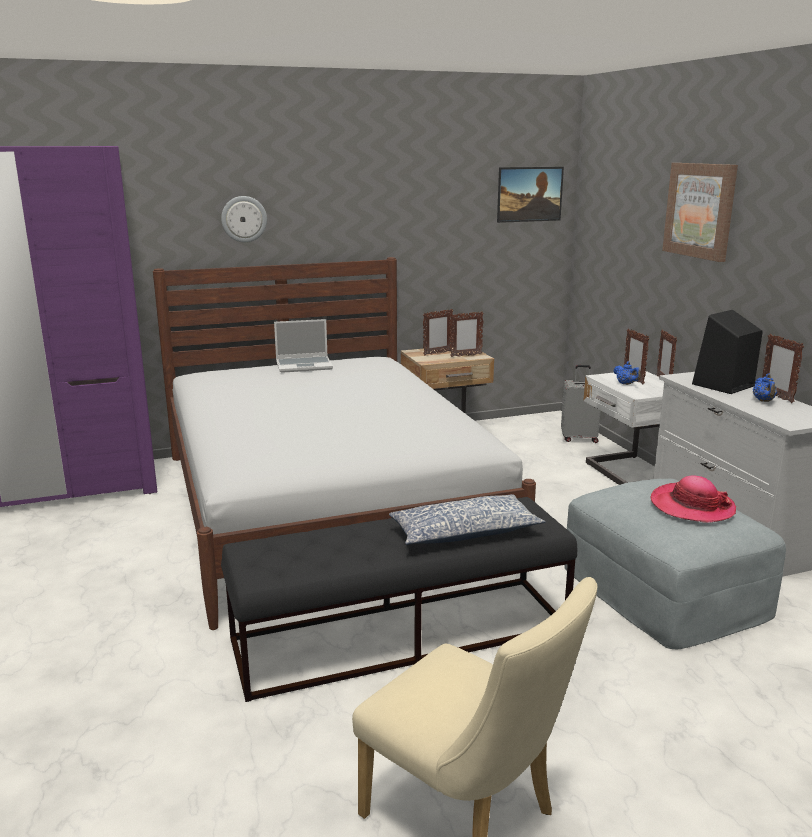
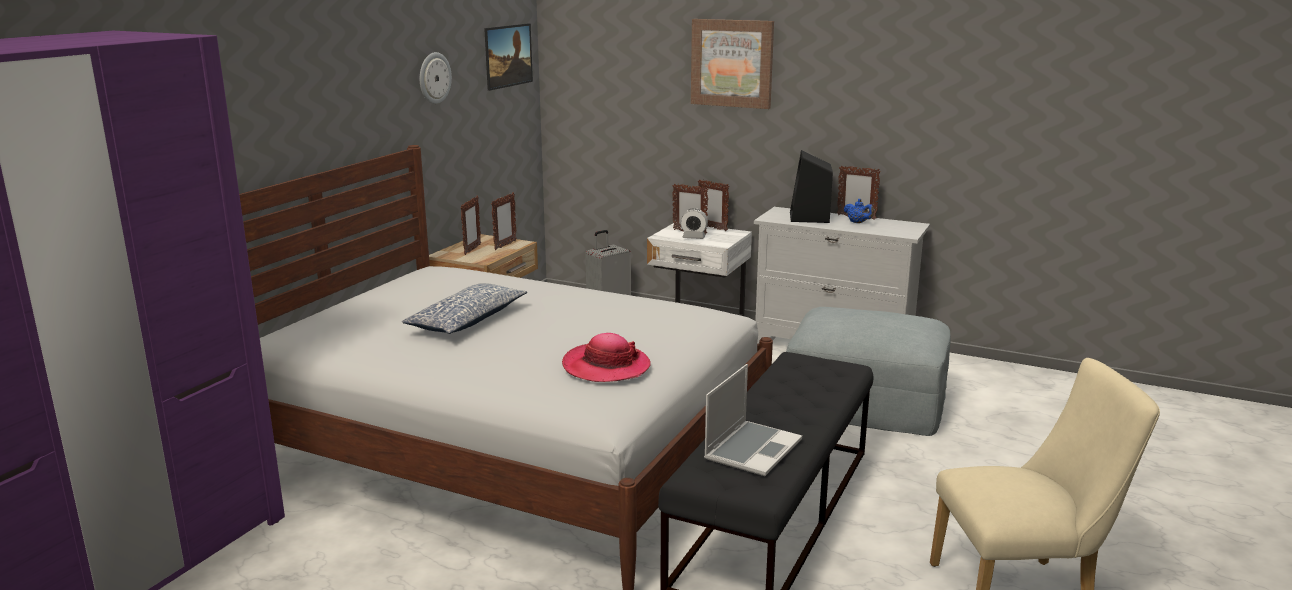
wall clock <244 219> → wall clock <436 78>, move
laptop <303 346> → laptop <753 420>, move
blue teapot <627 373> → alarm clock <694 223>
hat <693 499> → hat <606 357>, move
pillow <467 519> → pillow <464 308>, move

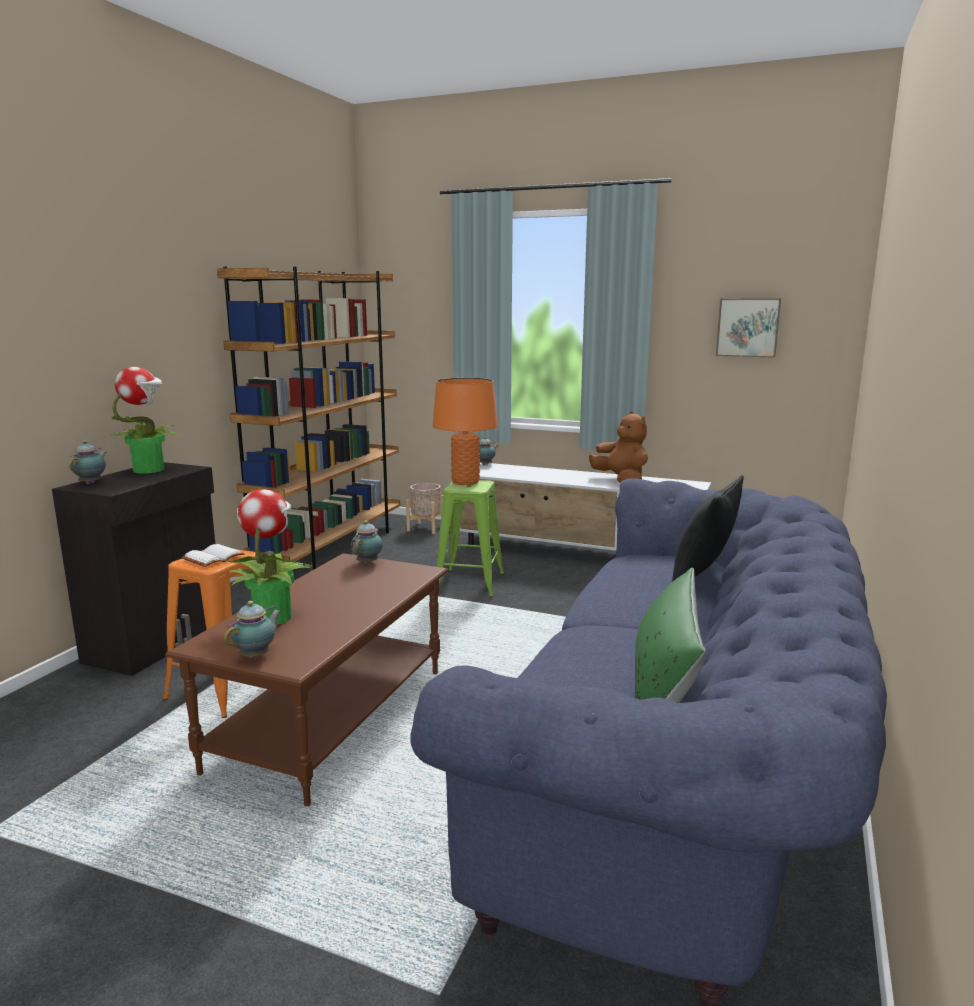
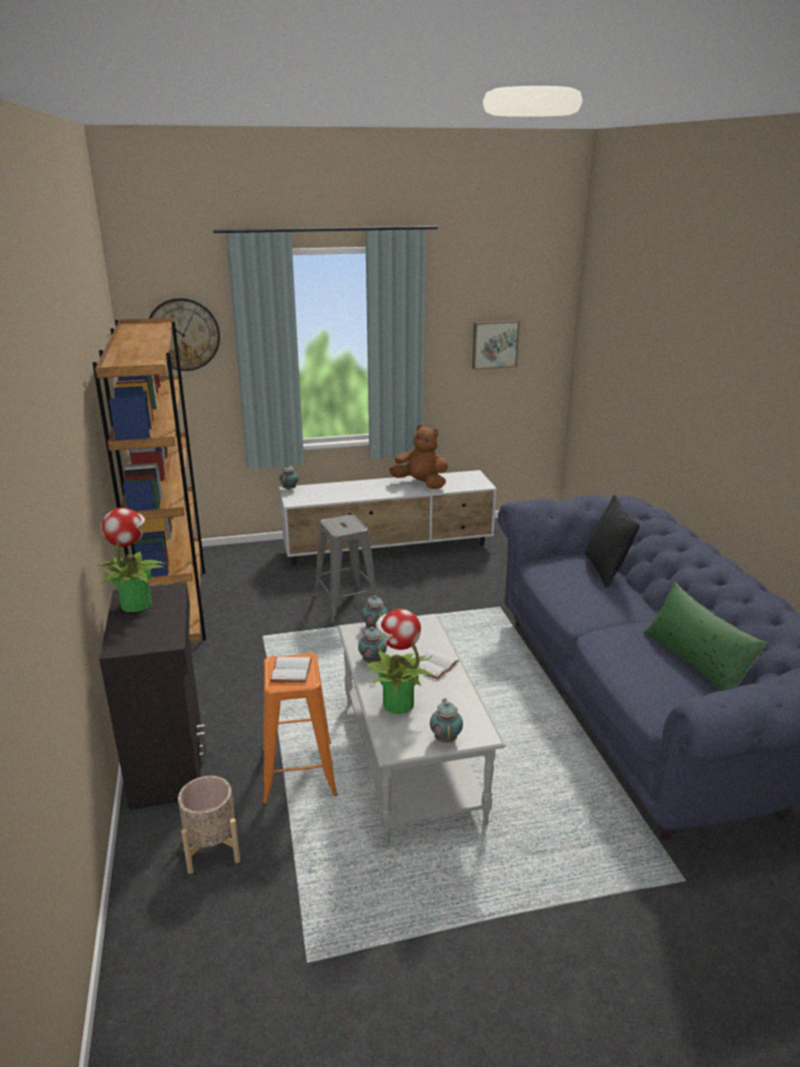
orange table lamp <465 431> → -
teapot <87 462> → teapot <372 645>, move
green stool <470 539> → grey stool <345 569>
beige planter <424 508> → beige planter <209 825>, move
brown coffee table <306 679> → grey coffee table <421 729>
- → wall clock <184 334>
- → white book <438 664>

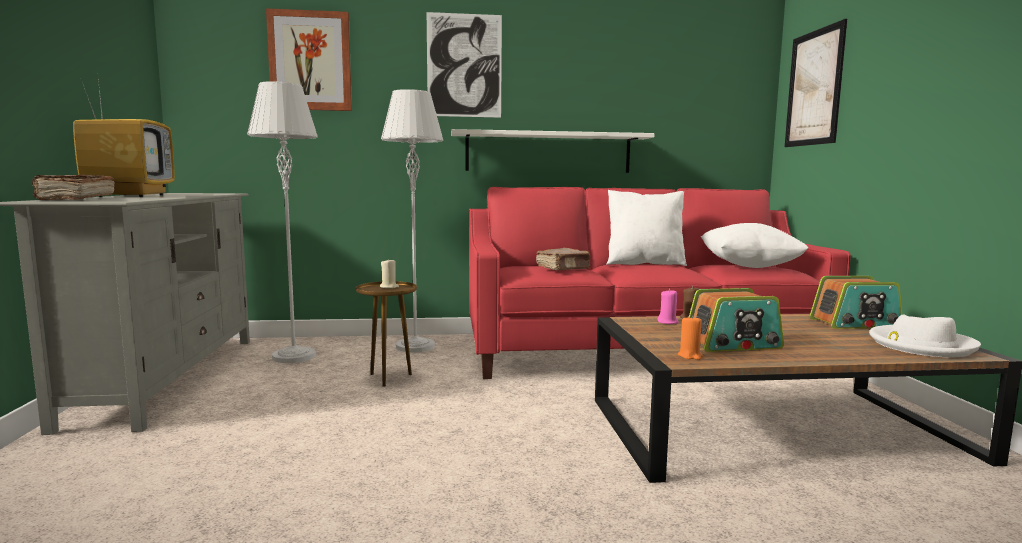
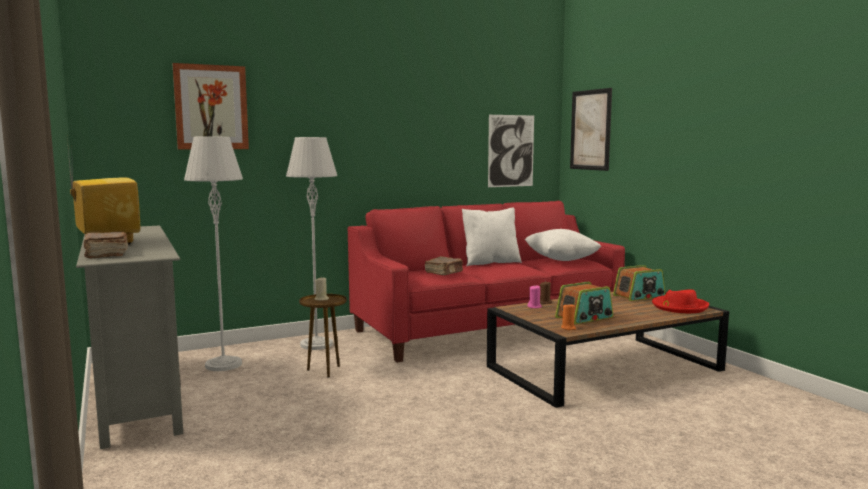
picture <464 65> → picture <511 151>, move
white shelf <553 151> → -
white hat <925 336> → red hat <680 301>

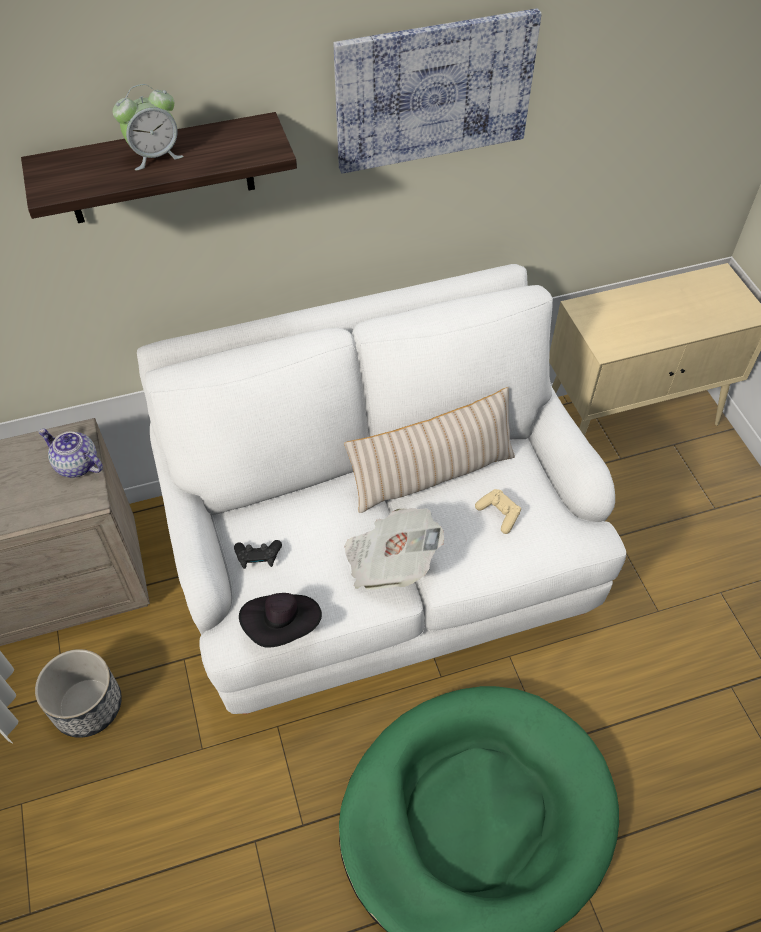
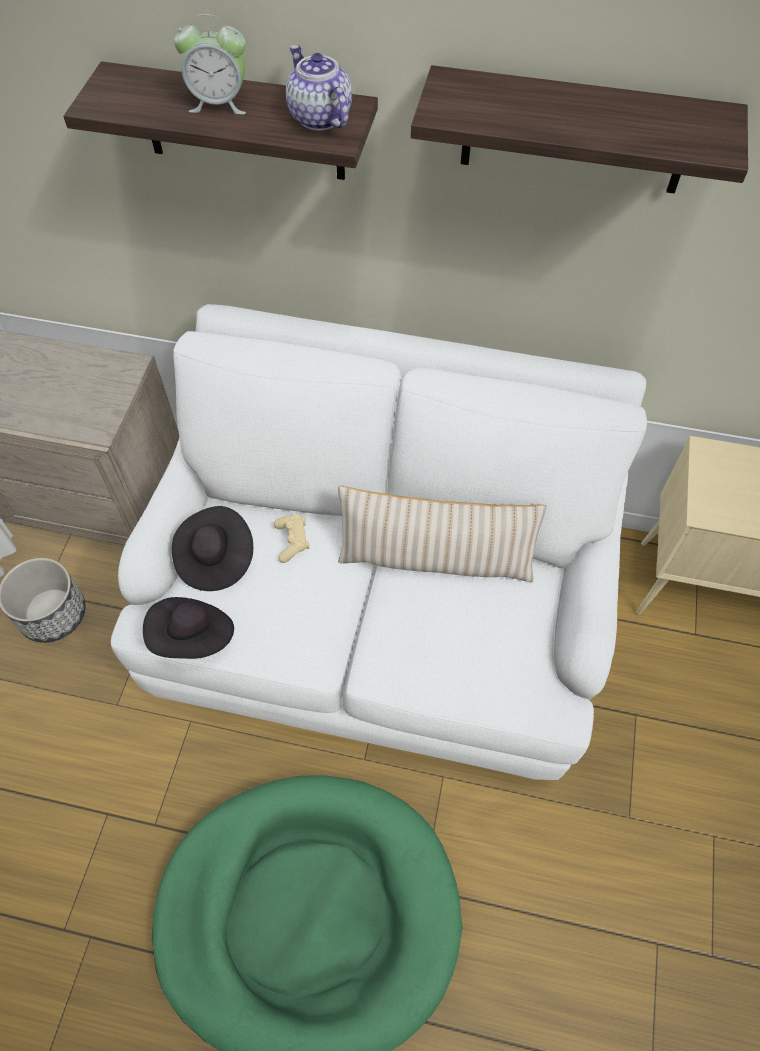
picture <437 91> → shelf <579 129>
teapot <71 453> → teapot <319 88>, move
beige game controller <498 511> → beige game controller <292 538>, move
newspaper <394 549> → -
black game controller <258 554> → black hat <212 548>

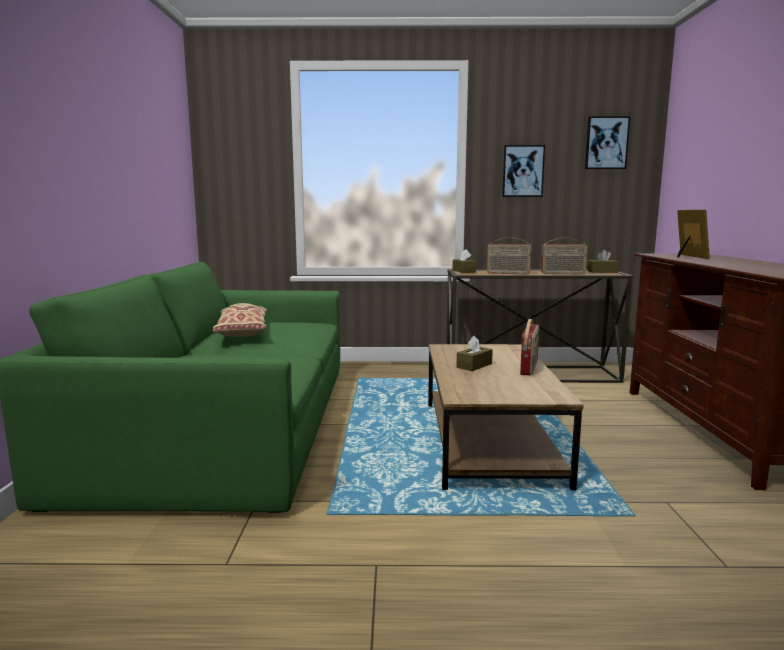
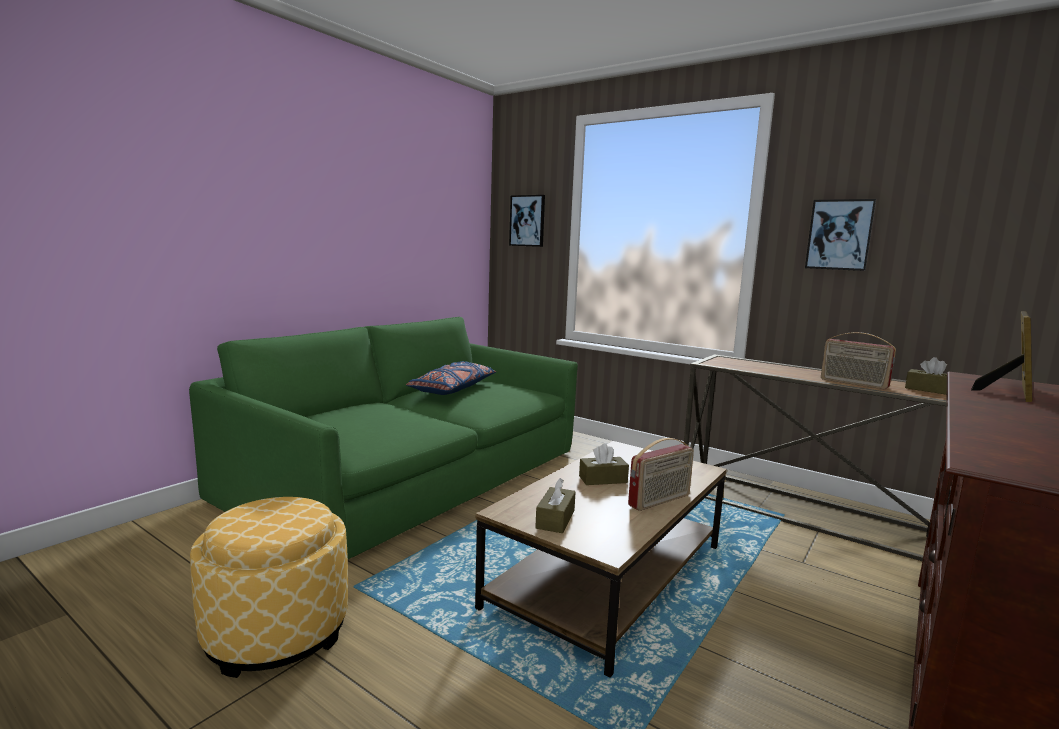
picture <607 142> → picture <527 221>, move
radio <509 255> → -
brown tissue box <464 261> → brown tissue box <555 505>, move
beige pillow <240 320> → blue pillow <451 378>
- → ottoman <269 587>

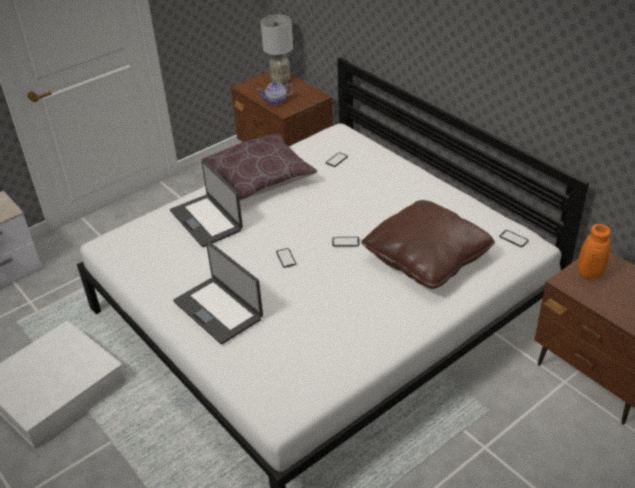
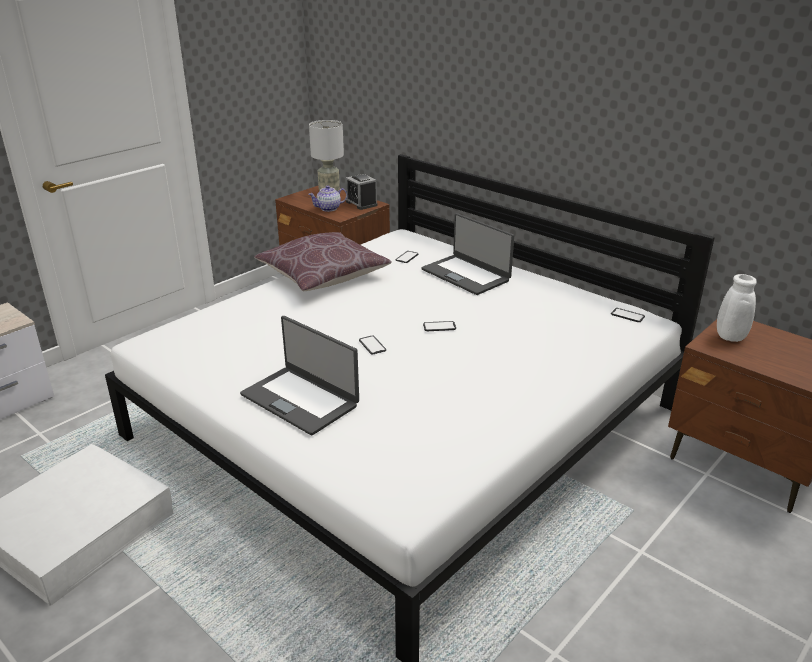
laptop <206 203> → laptop <467 254>, move
brown pillow <428 244> → -
orange vase <593 251> → white vase <737 308>
- → alarm clock <362 192>

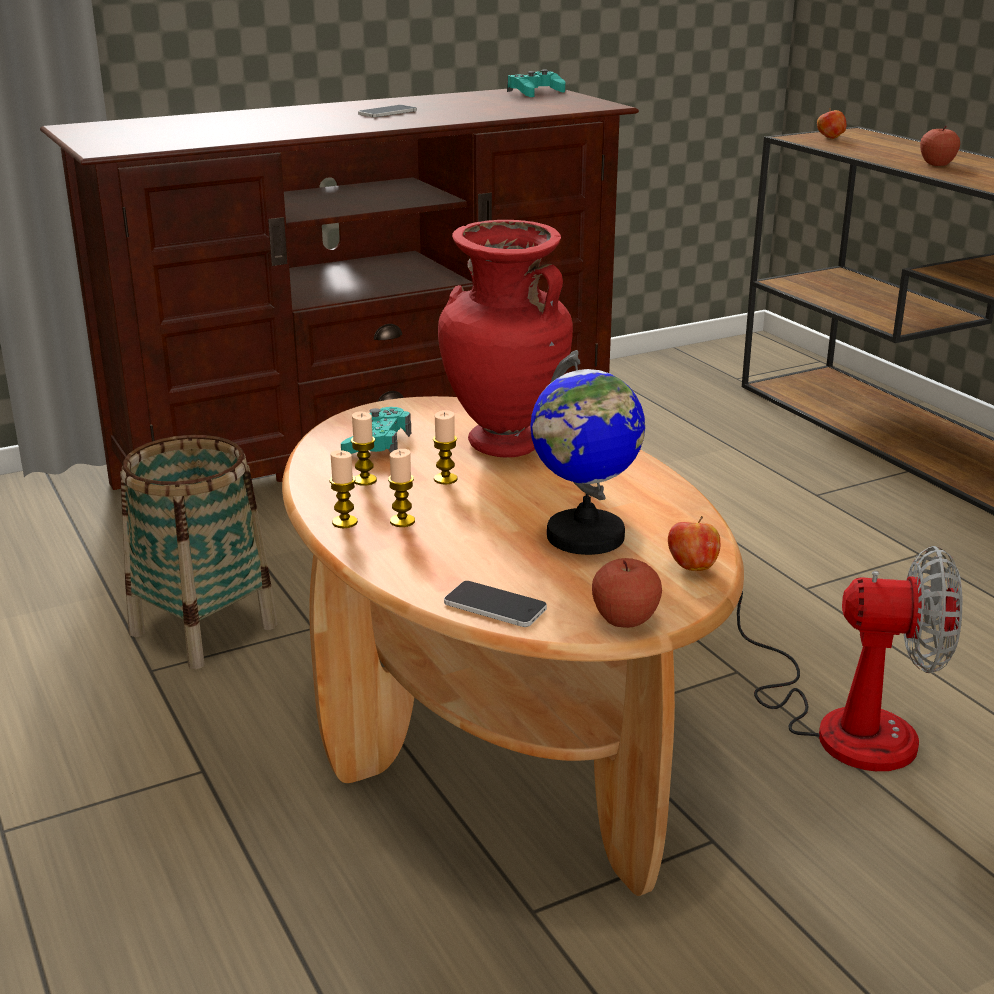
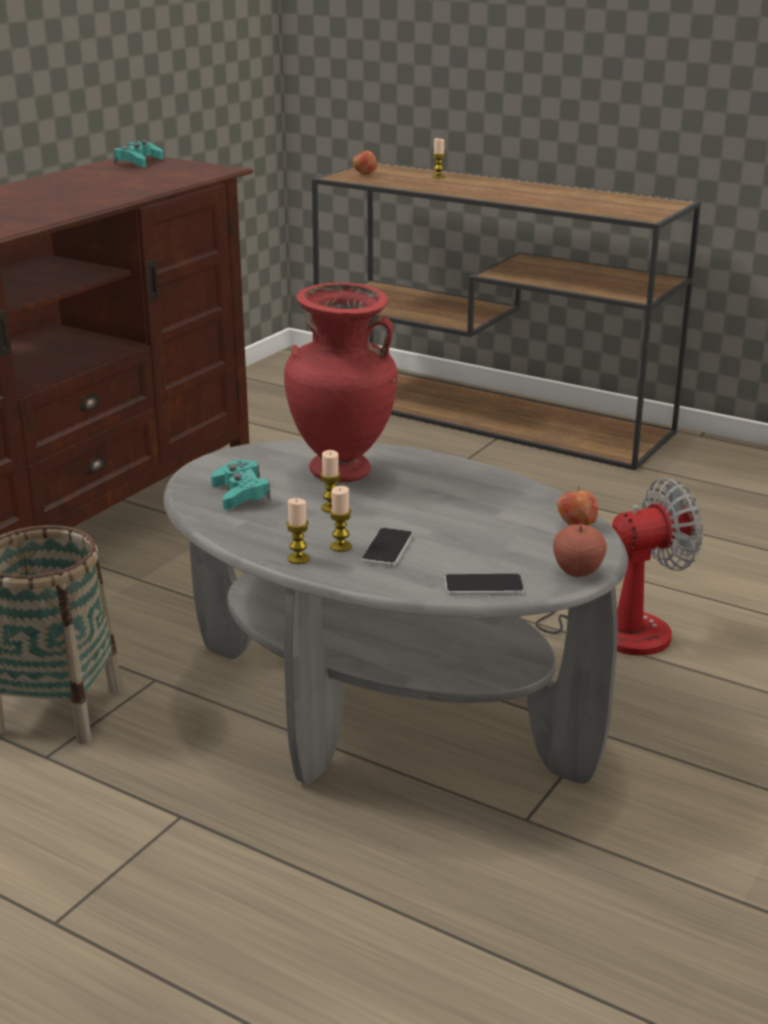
phone <387 111> → phone <387 547>, move
apple <940 145> → -
globe <587 452> → -
brown coffee table <513 646> → grey coffee table <396 612>
candle <364 448> → candle <439 158>, move

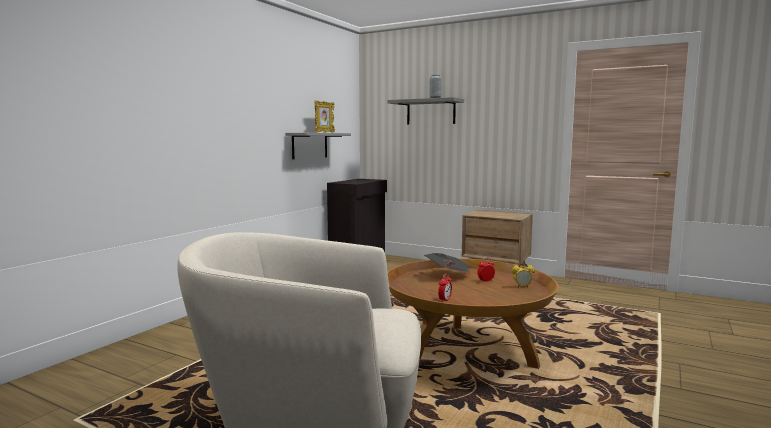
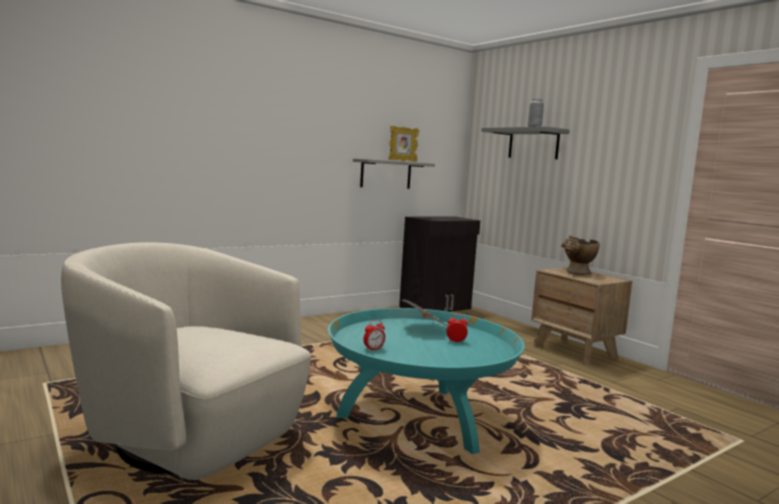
brown coffee table <473 314> → turquoise coffee table <426 381>
alarm clock <523 275> → -
- → beige vase <580 255>

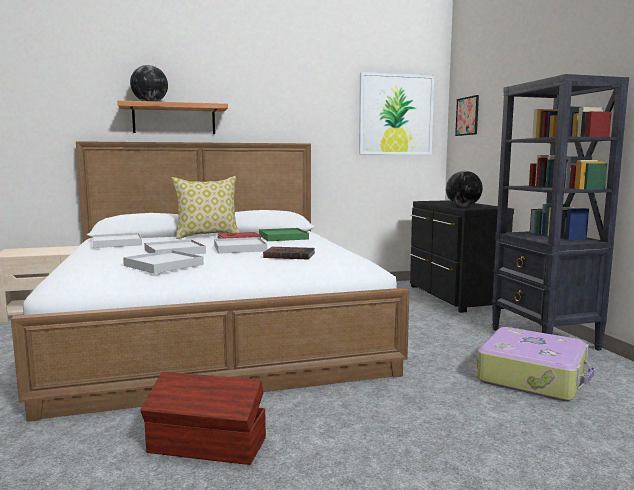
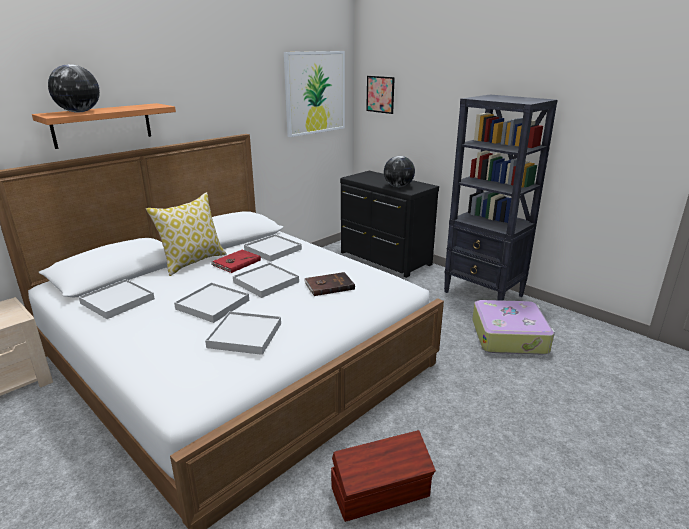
green tray <284 234> → white tray <273 248>

